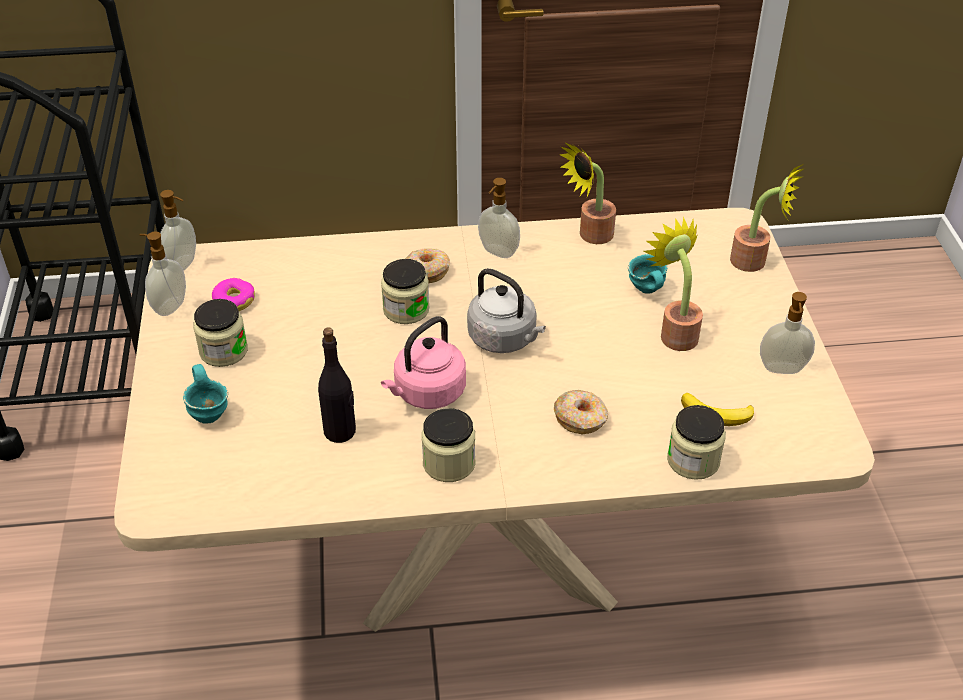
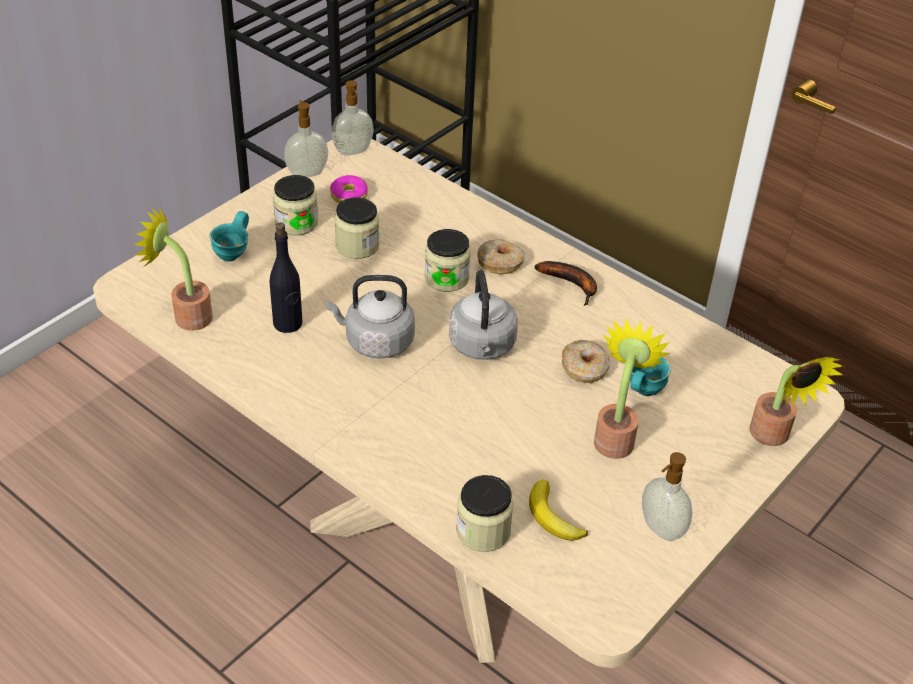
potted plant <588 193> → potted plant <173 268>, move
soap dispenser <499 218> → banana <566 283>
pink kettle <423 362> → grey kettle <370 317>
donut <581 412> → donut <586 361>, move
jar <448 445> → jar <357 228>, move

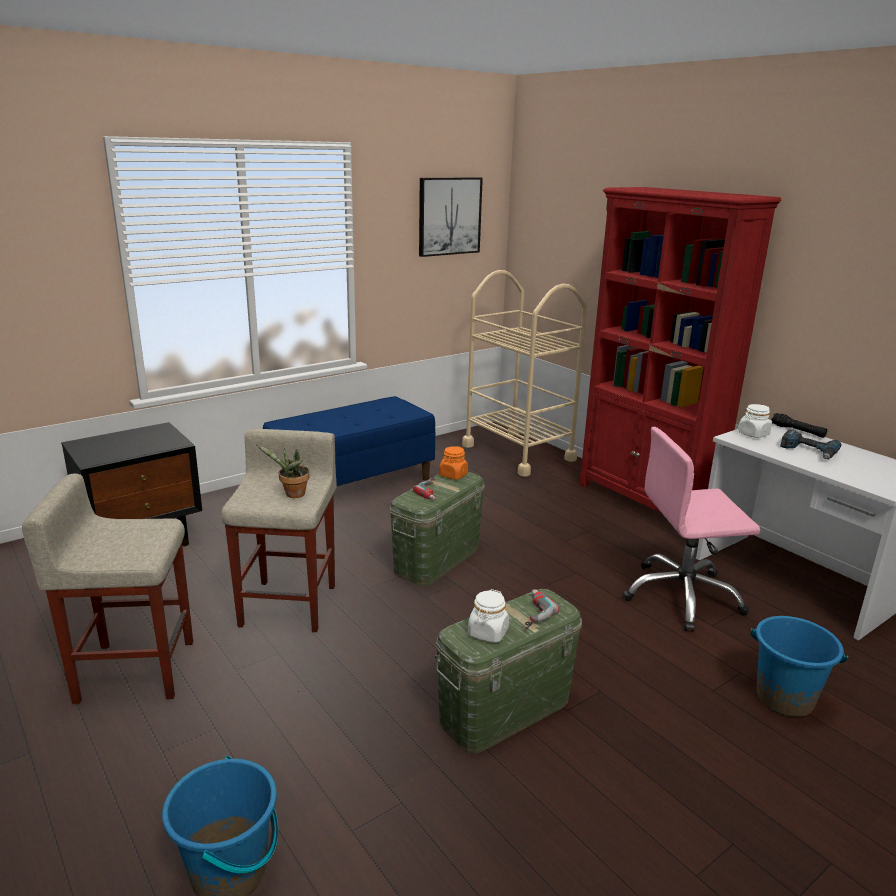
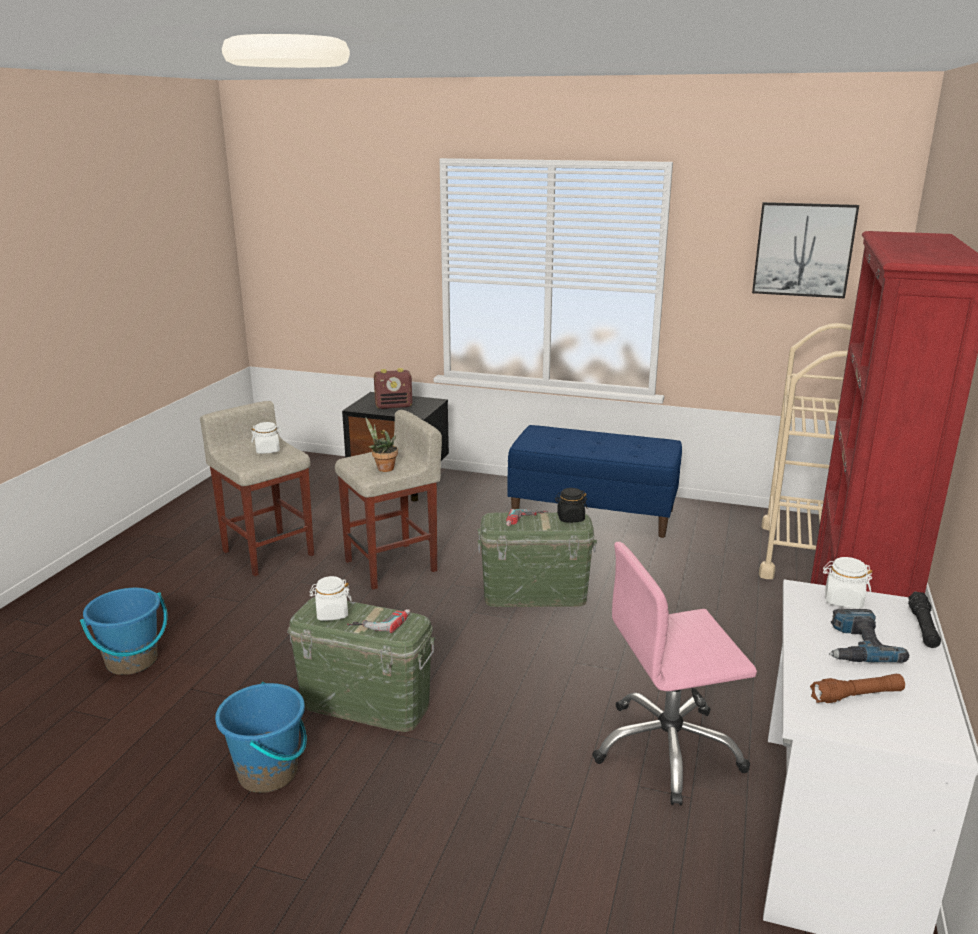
pink office chair <691 529> → pink office chair <674 674>, 60 degrees counterclockwise
orange jar <453 463> → black jar <571 505>
blue bucket <799 666> → blue bucket <261 737>, move
- → radio <393 388>
- → white jar <266 438>
- → brown flashlight <857 688>

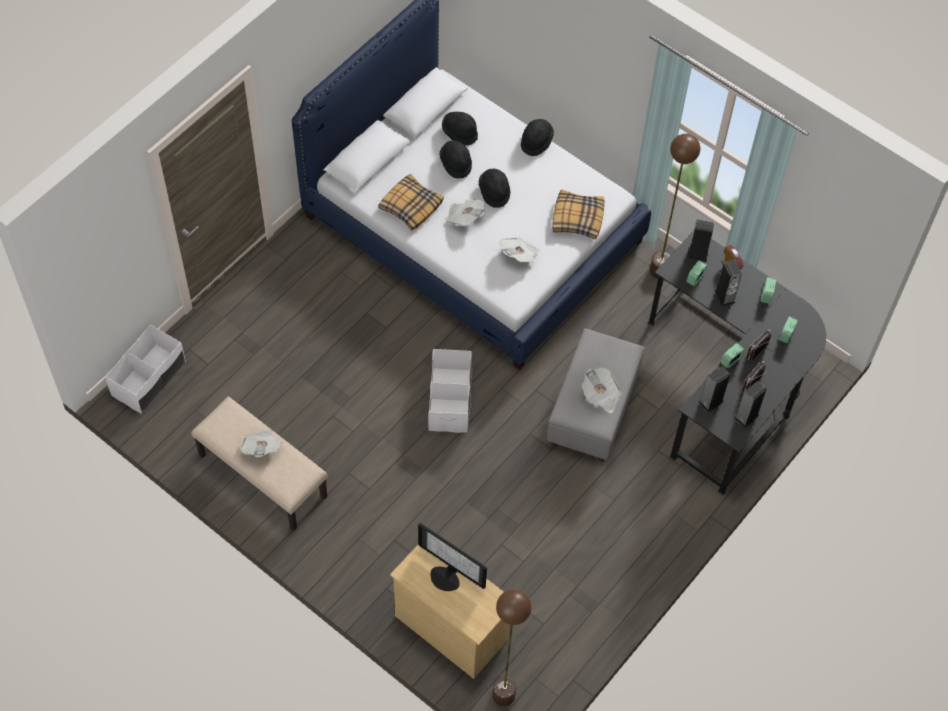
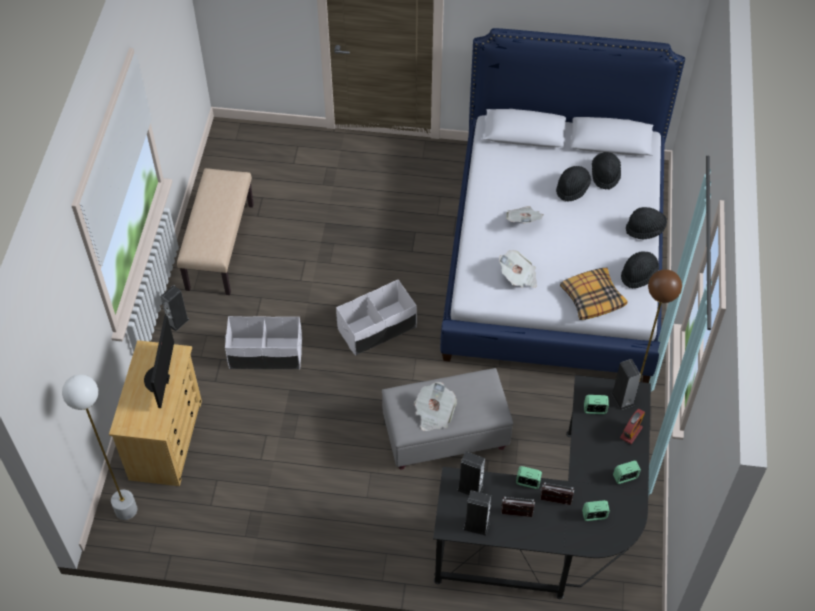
black hat <495 188> → black hat <640 269>, move
pillow <411 202> → -
speaker <728 283> → speaker <175 308>, move
white storage box <145 369> → white storage box <263 342>, move
newspaper <261 443> → -
brown floor lamp <512 647> → white floor lamp <99 447>

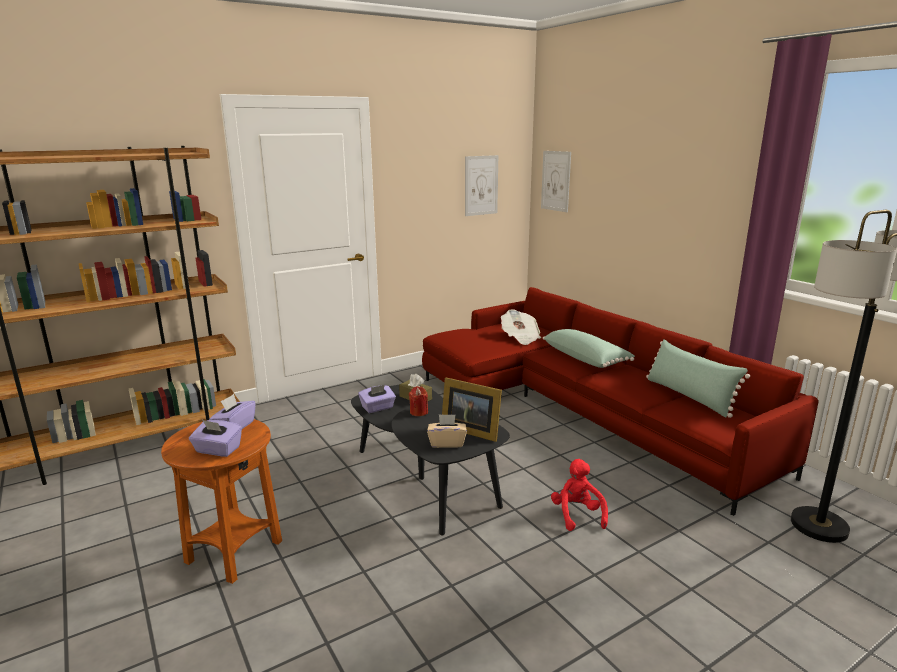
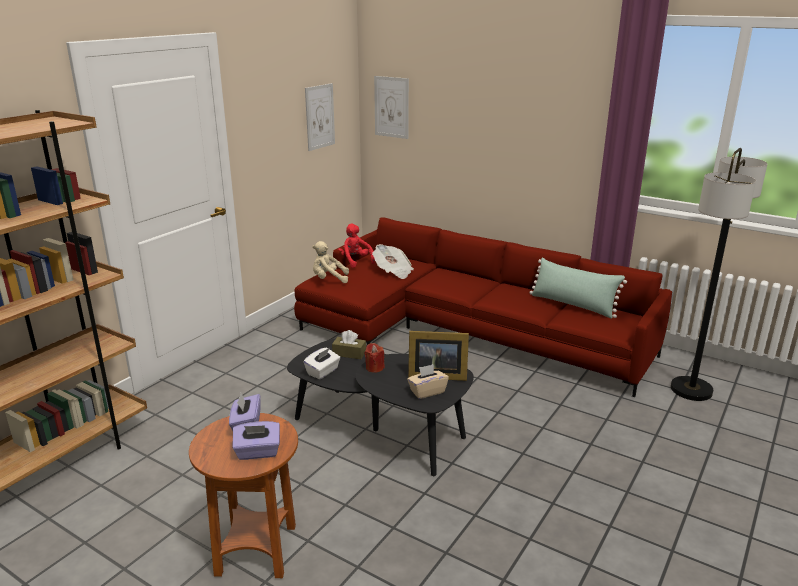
green pillow <589 348> → -
purple tissue box <377 399> → white tissue box <322 363>
red plush toy <579 495> → red plush toy <356 246>, move
- → beige plush toy <330 262>

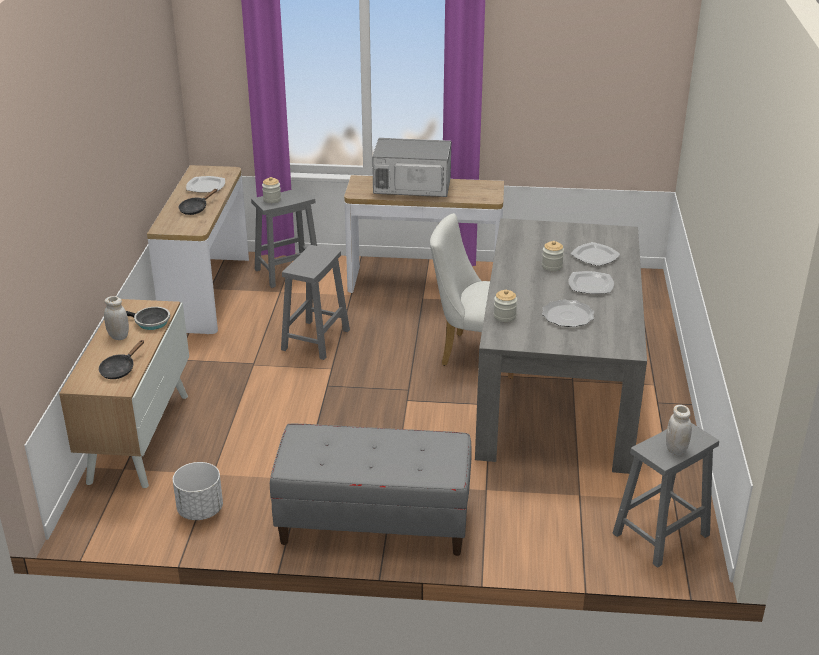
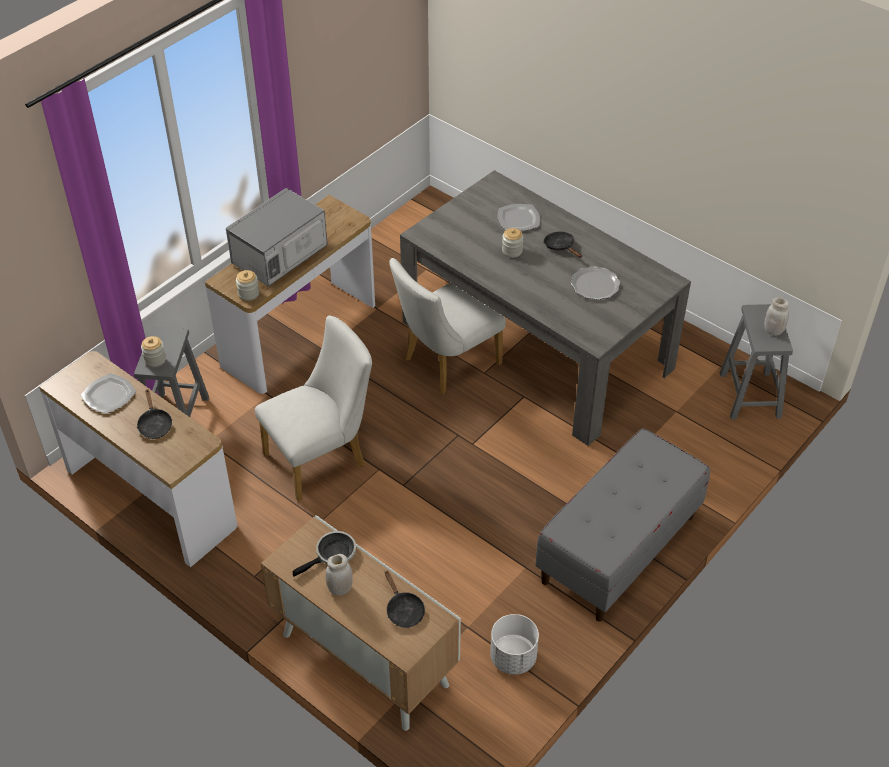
grey stool <315 302> → white chair <313 408>
plate <591 282> → black frying pan <563 245>
jar <505 306> → jar <247 285>, move

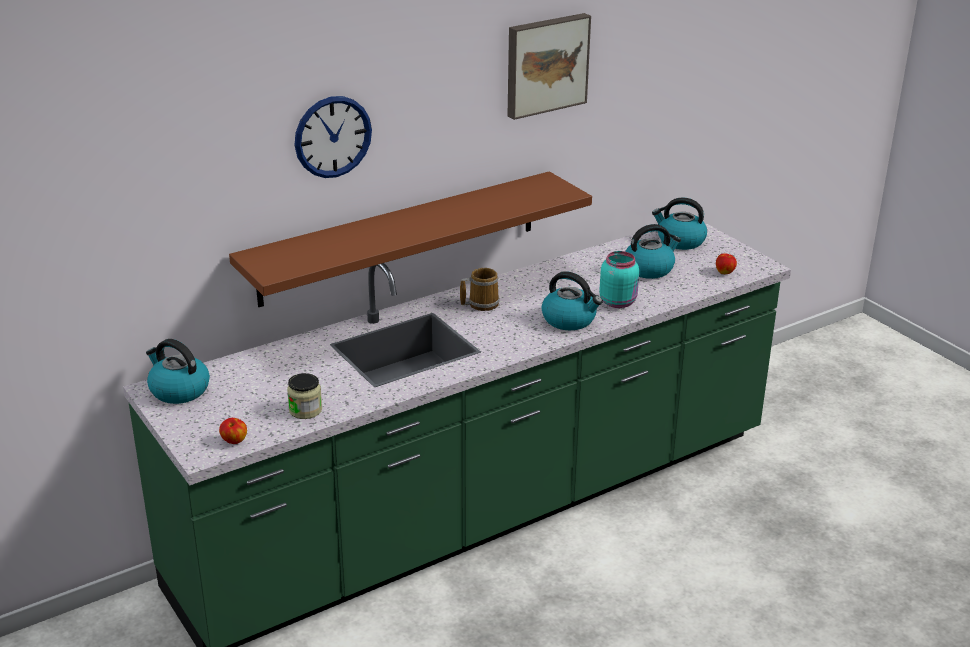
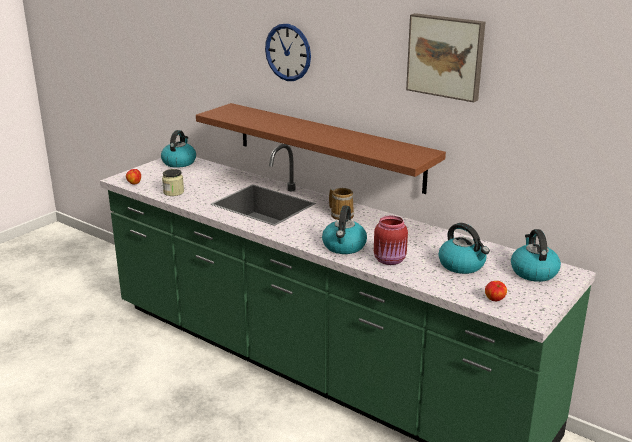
turquoise jar <619 279> → red jar <391 240>

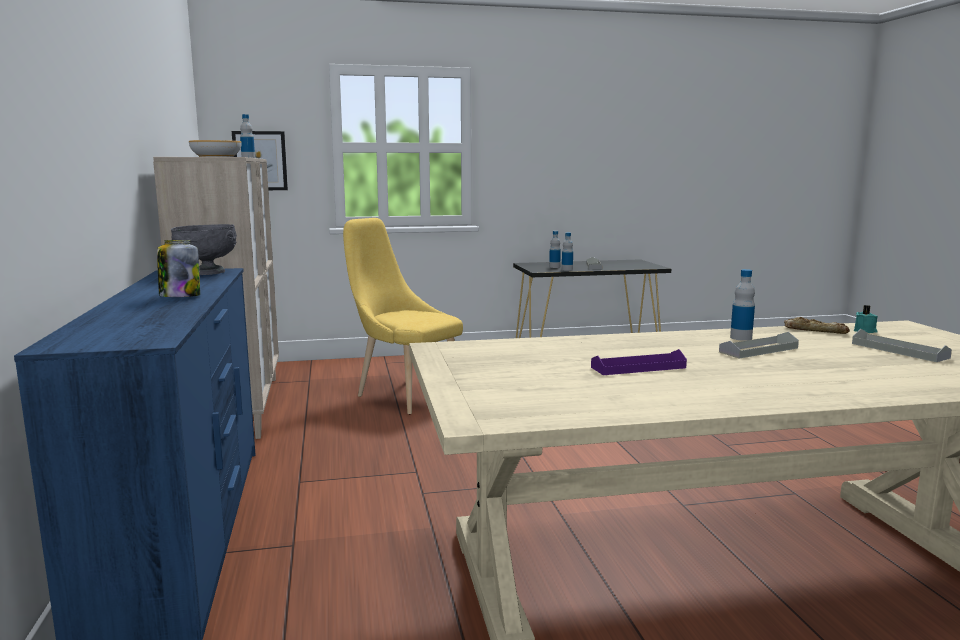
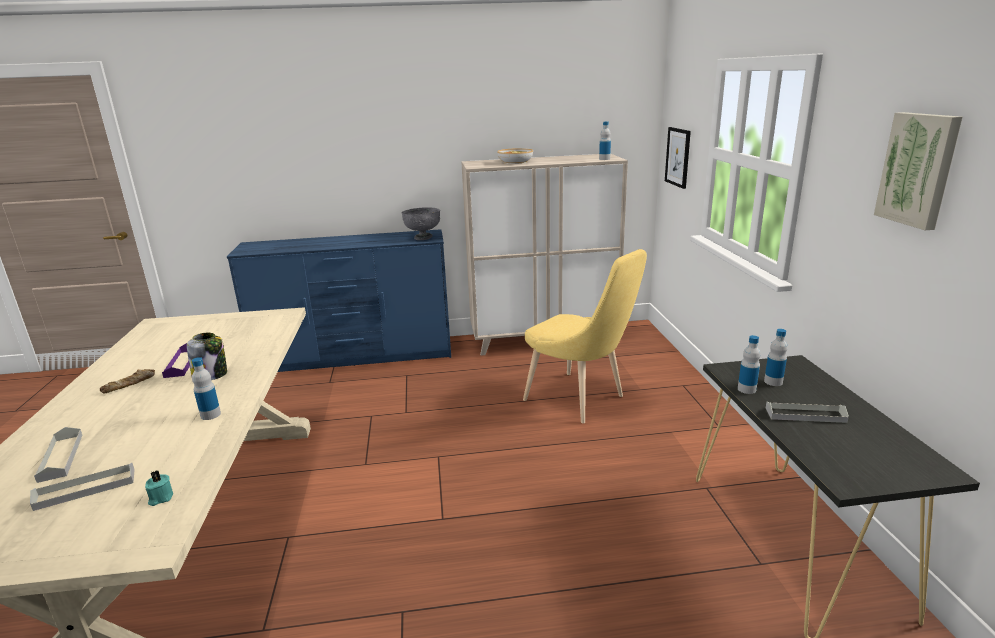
yellow chair <403 316> → yellow chair <585 336>, 90 degrees clockwise
jar <178 268> → jar <207 356>, move
bread <817 325> → bread <127 381>, move
grey tray <759 345> → grey tray <58 455>, move
- → picture <918 171>

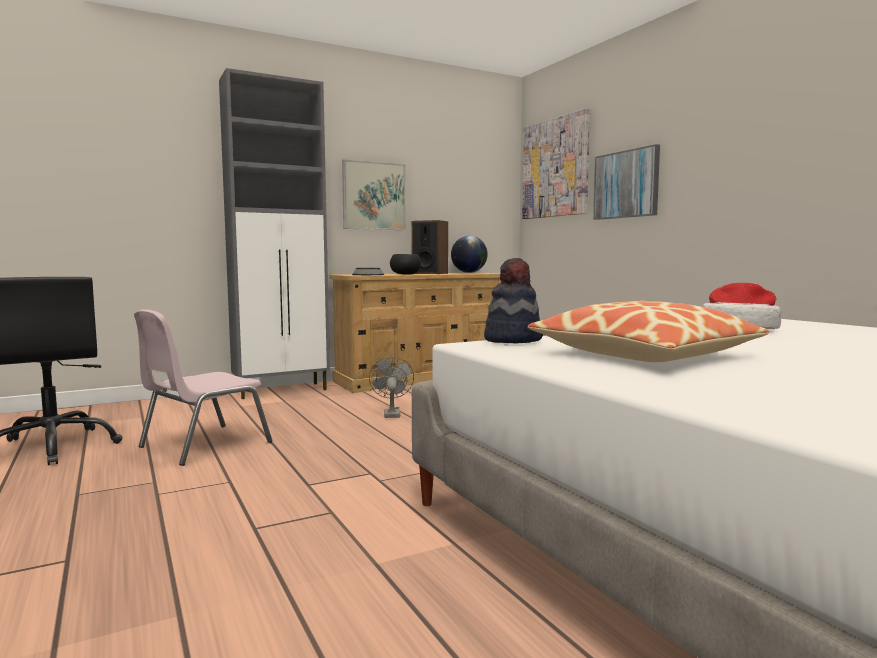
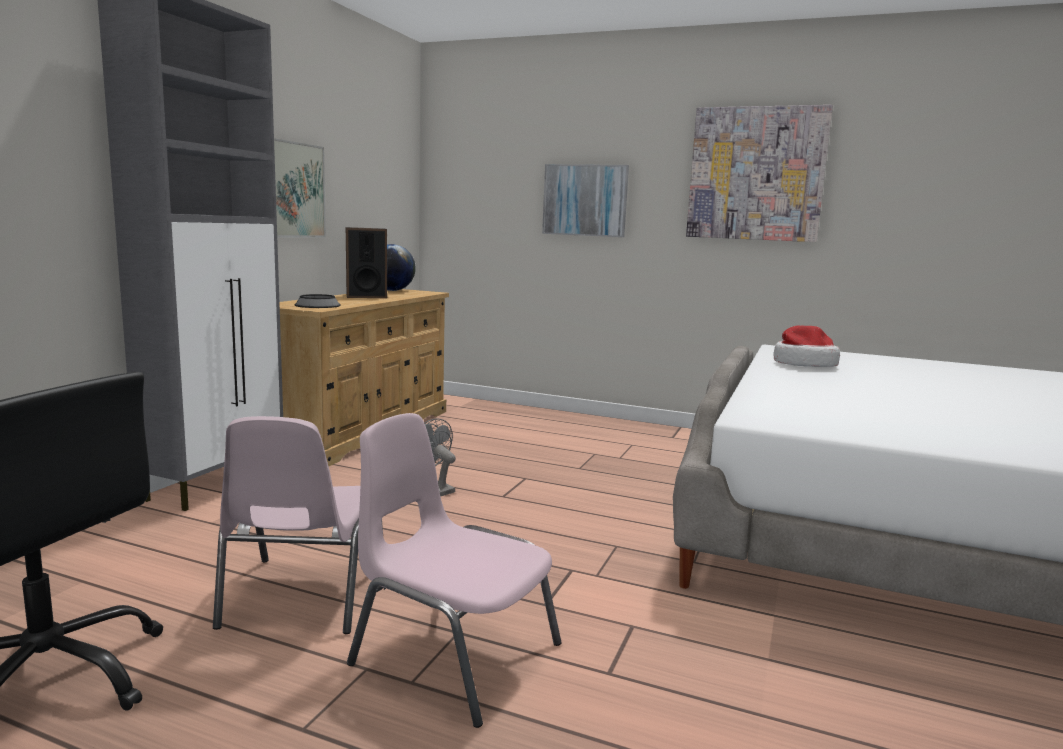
picture <556 163> → picture <759 173>, move
black bowl <405 264> → -
hat <513 300> → -
pillow <648 331> → -
- → pink chair <454 570>

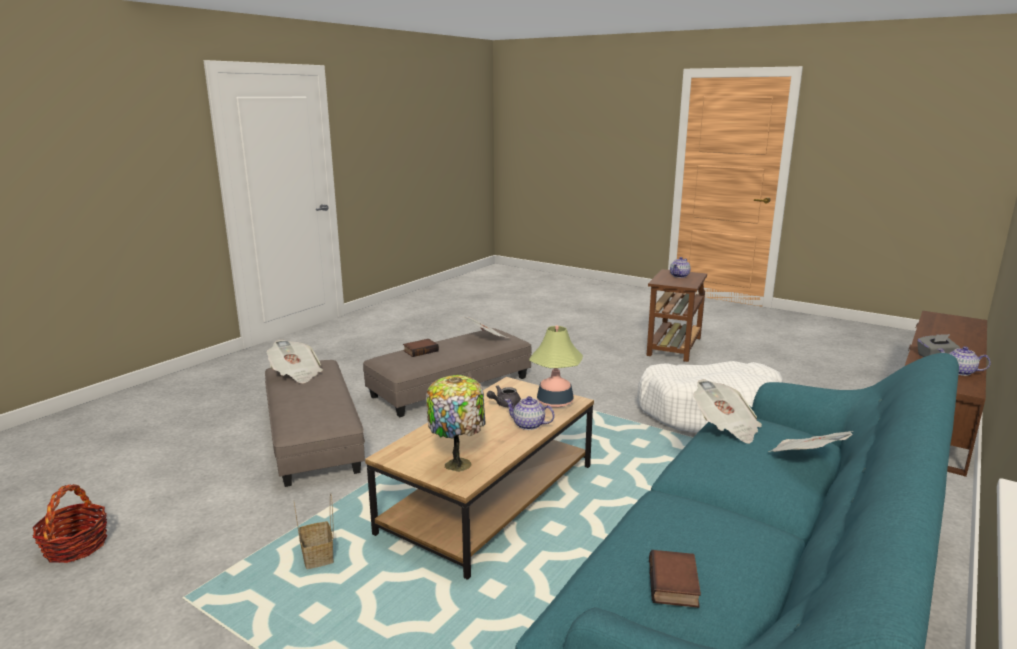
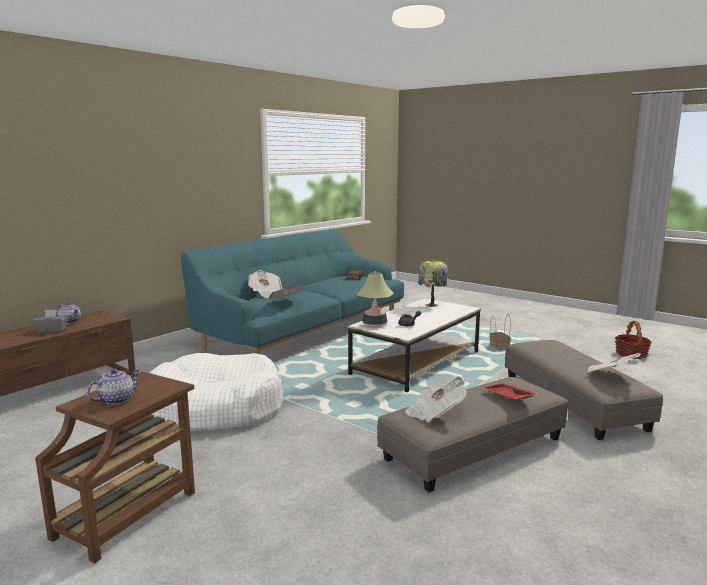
book <421 348> → red tray <509 391>
brown coffee table <479 478> → white coffee table <414 345>
teapot <530 413> → -

